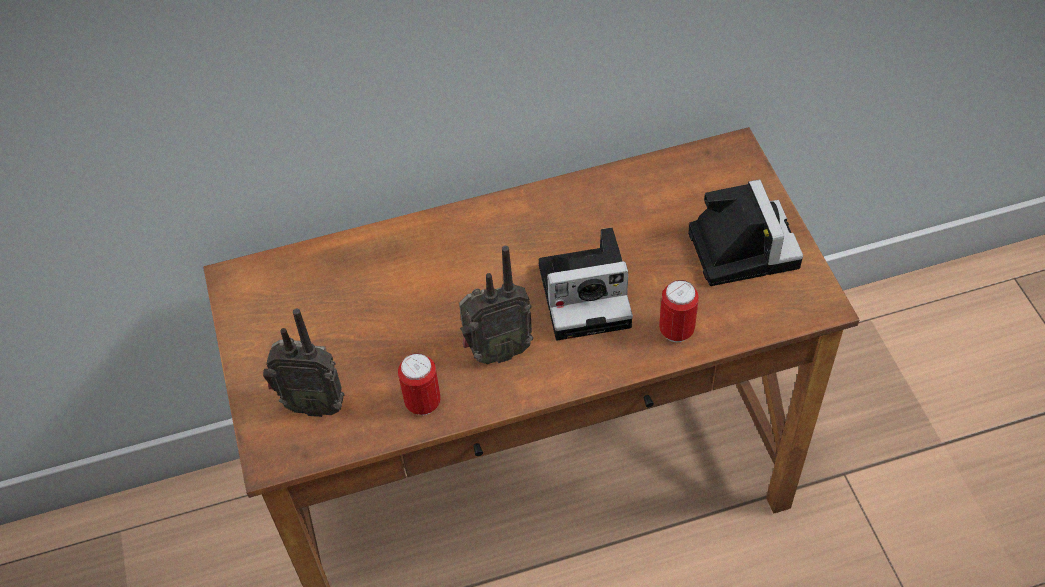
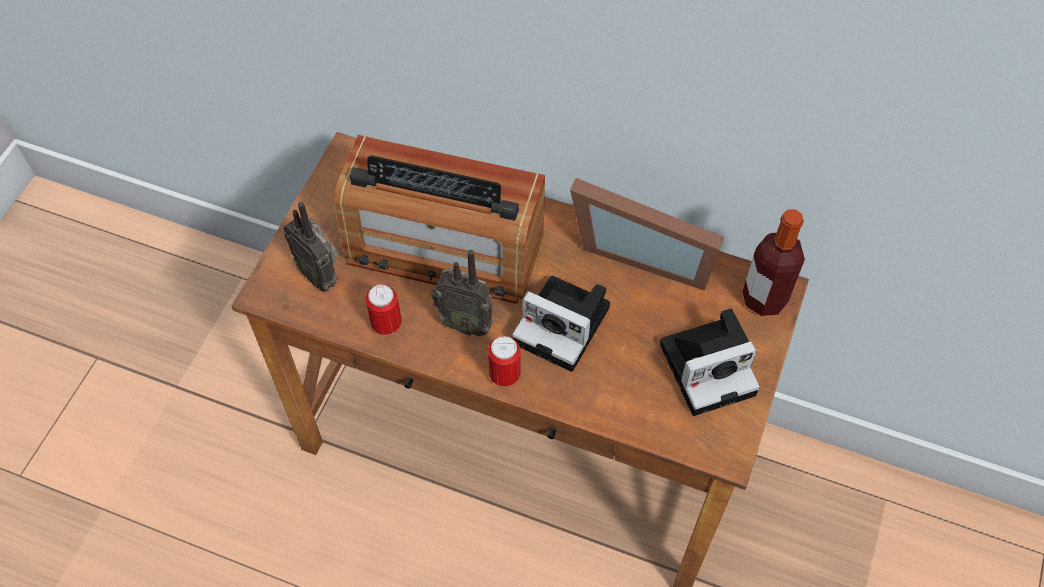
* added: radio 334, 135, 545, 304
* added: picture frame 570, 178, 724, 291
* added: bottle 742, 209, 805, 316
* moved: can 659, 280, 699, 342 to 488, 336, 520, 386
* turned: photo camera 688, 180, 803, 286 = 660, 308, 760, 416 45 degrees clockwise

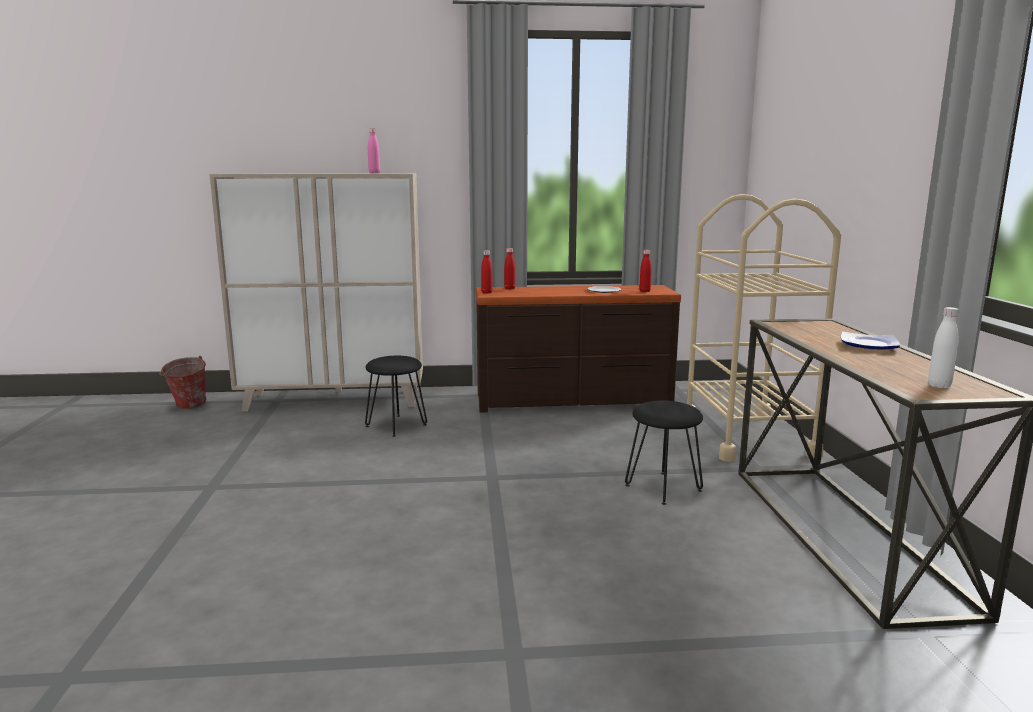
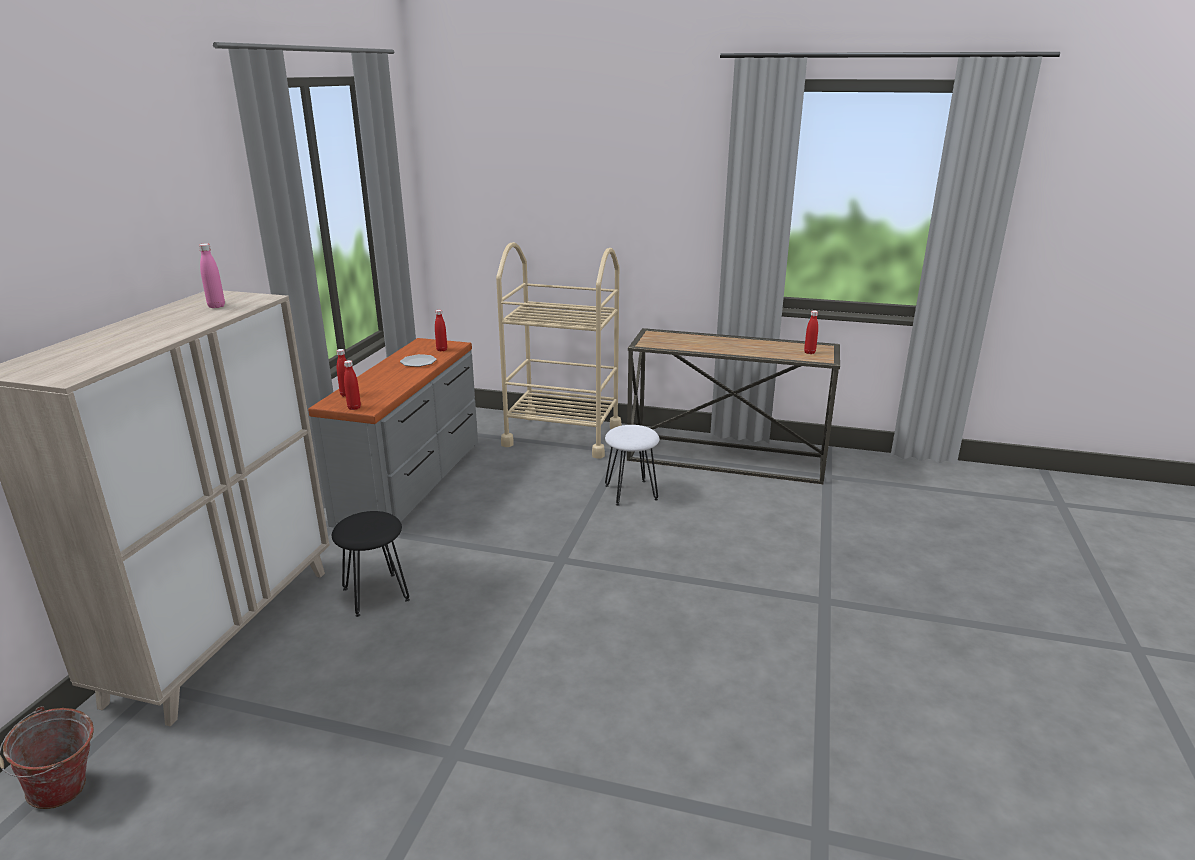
* removed: plate 841, 332, 900, 349
* recoloured: dresser/brown 476, 285, 681, 413 to dresser/grey 308, 338, 478, 528
* recoloured: stool/black 625, 400, 703, 505 to stool/white 605, 425, 659, 506
* recoloured: bottle/white 928, 307, 959, 388 to bottle/red 804, 311, 818, 354

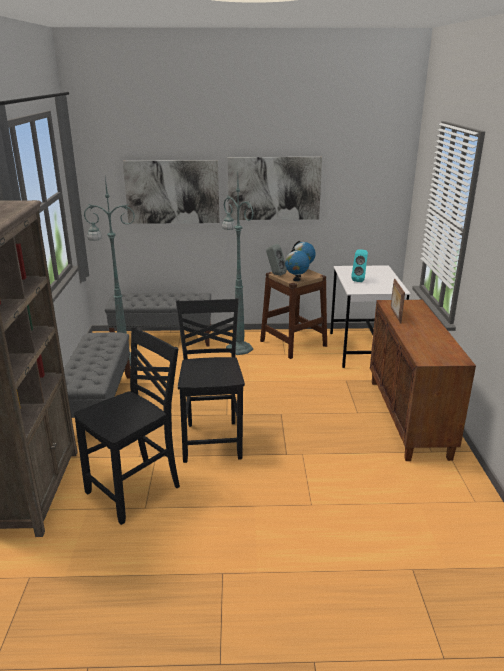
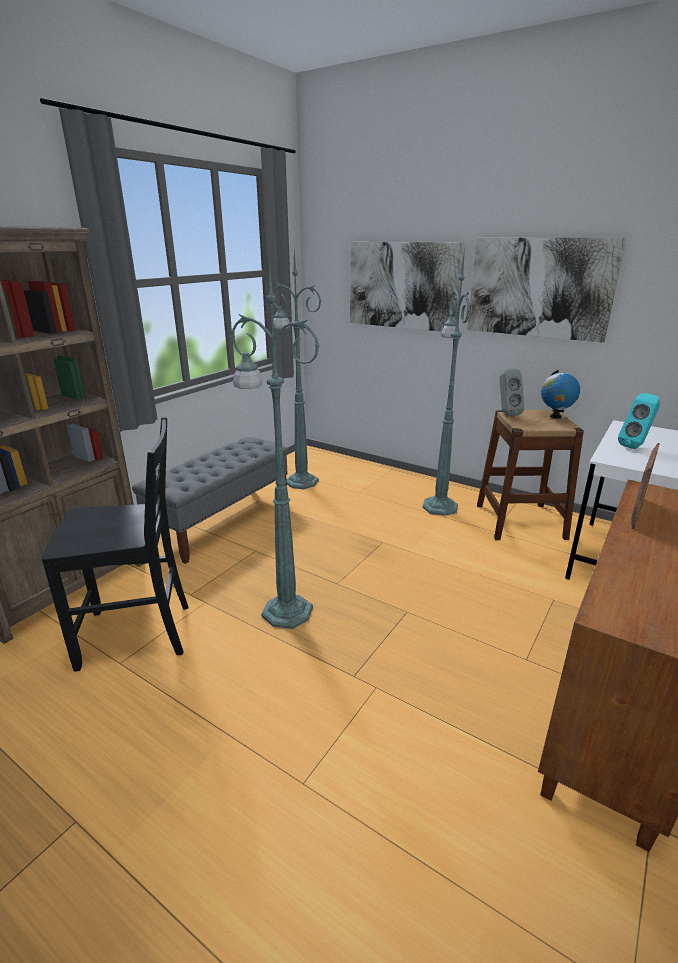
* removed: bench/grey 105, 292, 211, 347
* removed: globe 285, 249, 310, 281
* replaced: chair/black 176, 298, 245, 463 to floor lamp/green 231, 249, 320, 629

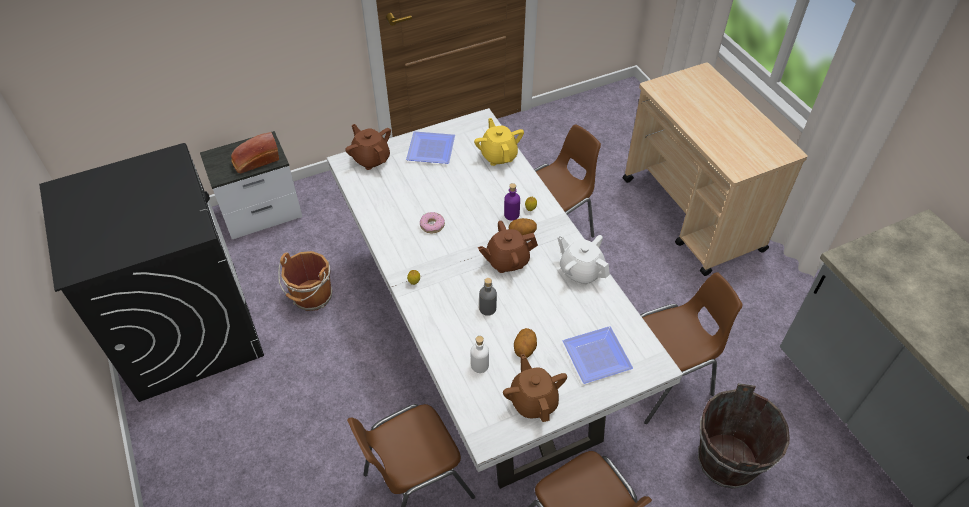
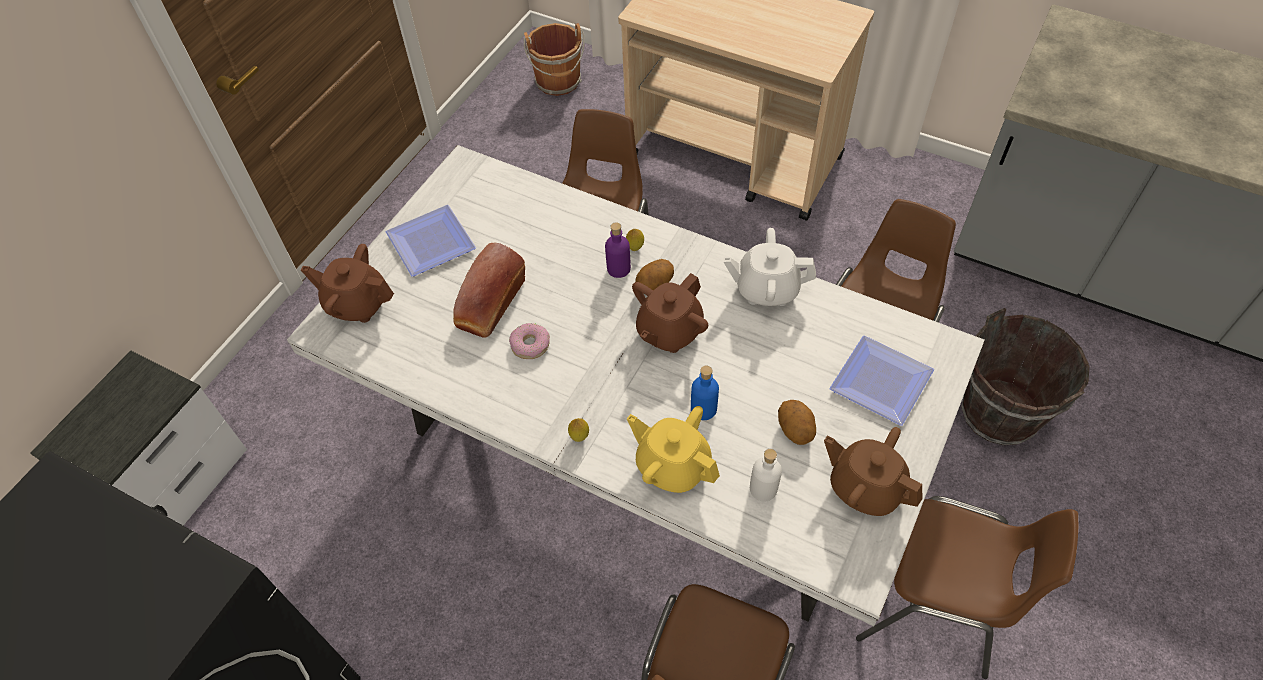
* moved: bread 231, 132, 279, 173 to 453, 243, 526, 338
* moved: bucket/brown 278, 251, 332, 311 to 524, 23, 585, 96
* moved: teapot/yellow 474, 118, 524, 166 to 627, 406, 720, 493
* recoloured: bottle/grey 479, 278, 497, 316 to bottle/blue 691, 366, 719, 420

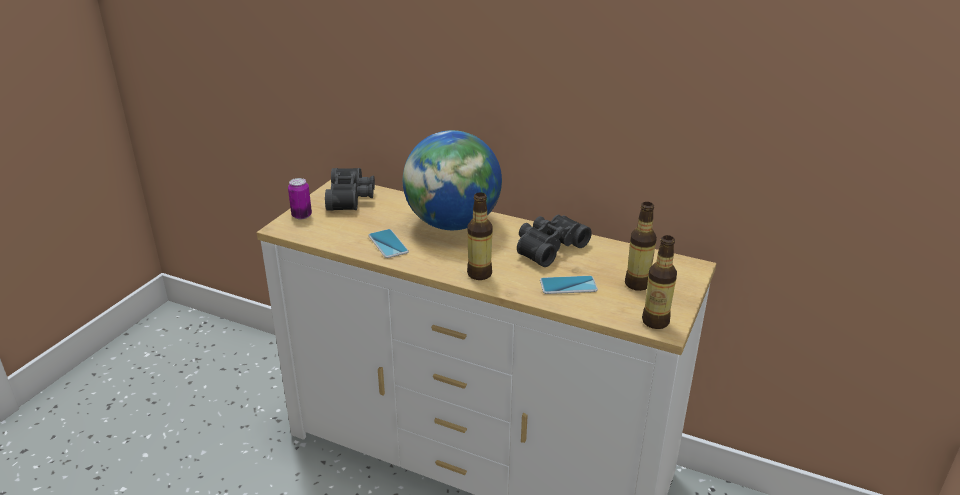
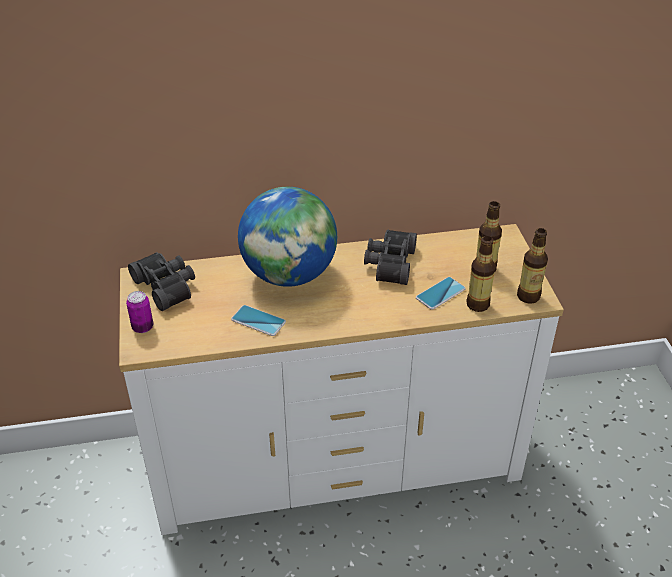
* moved: bottle 467, 192, 493, 280 to 466, 236, 496, 312

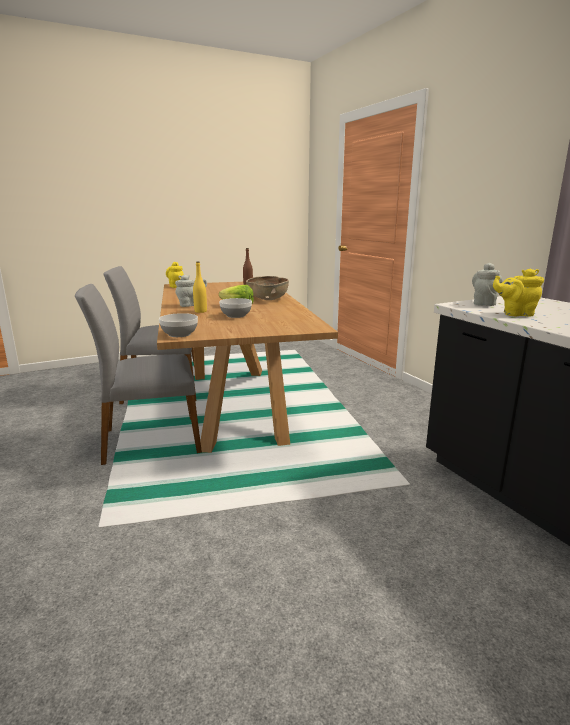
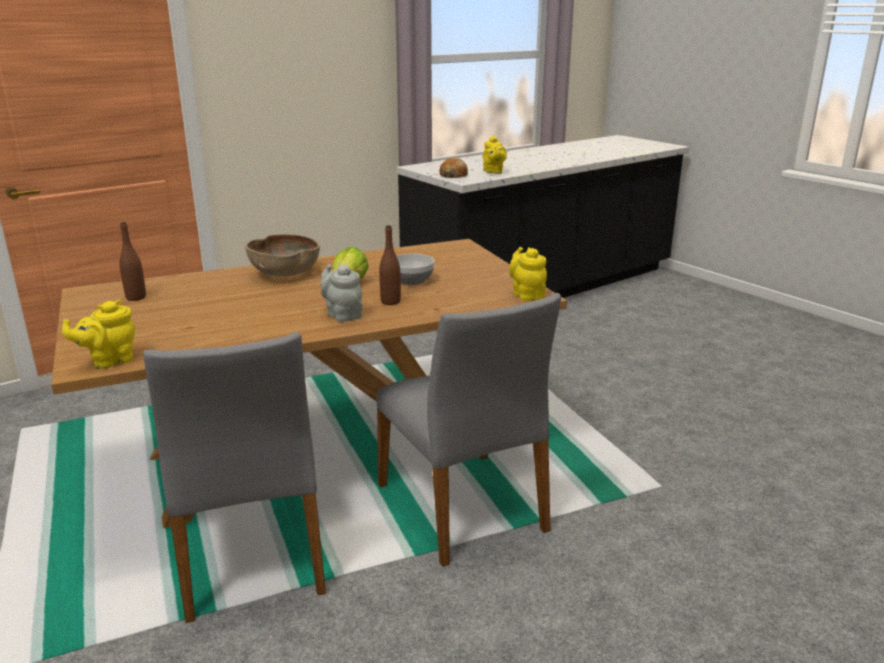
* replaced: bowl 159, 313, 198, 337 to teapot/yellow 509, 247, 547, 301
* replaced: teapot/grey 472, 263, 503, 306 to bread 439, 157, 468, 178
* recoloured: bottle/yellow 193, 261, 207, 313 to bottle/brown 379, 225, 401, 305

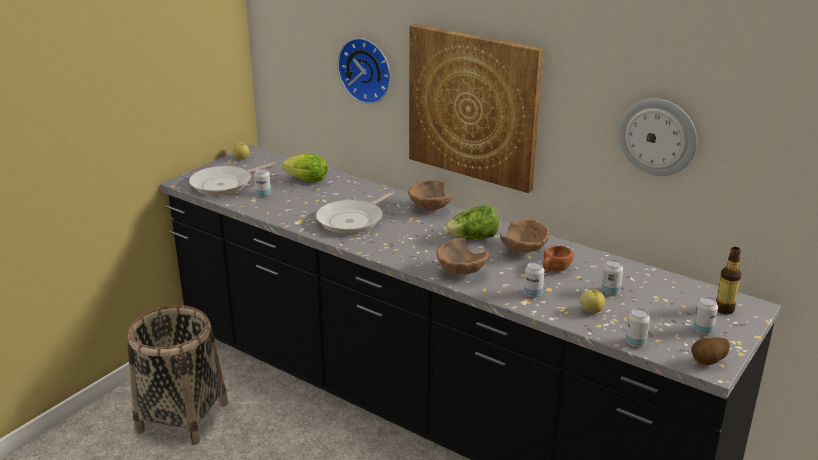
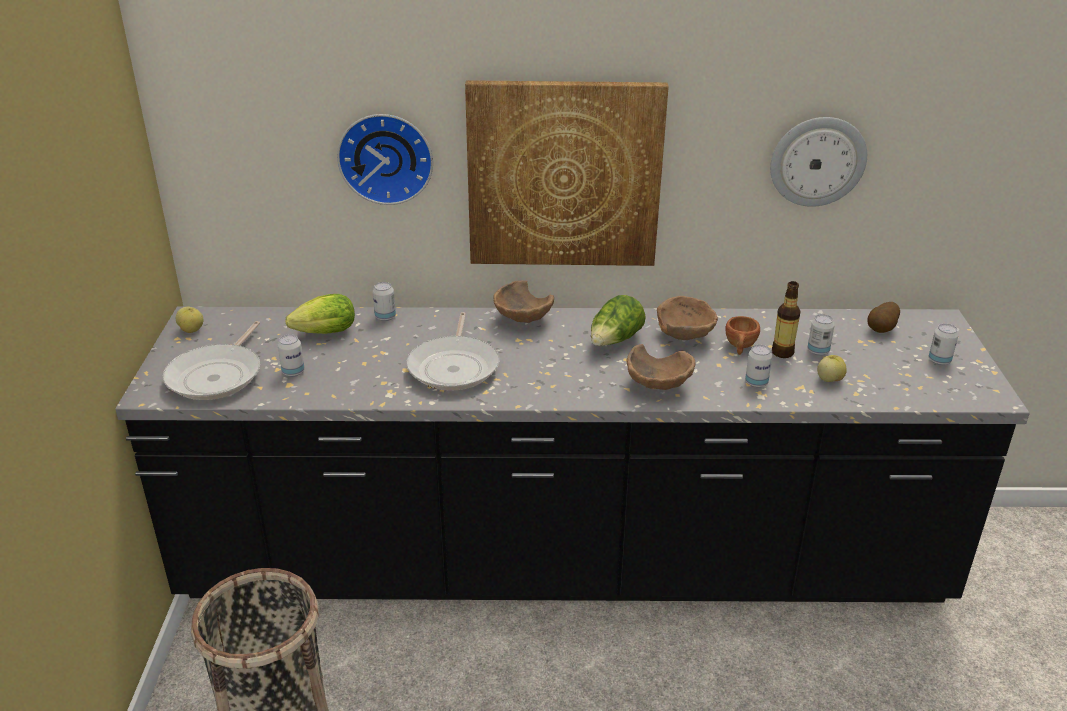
* moved: can 626, 308, 650, 347 to 373, 282, 396, 321
* moved: potato 691, 338, 730, 365 to 867, 302, 900, 333
* moved: bottle 716, 247, 742, 314 to 772, 281, 800, 358

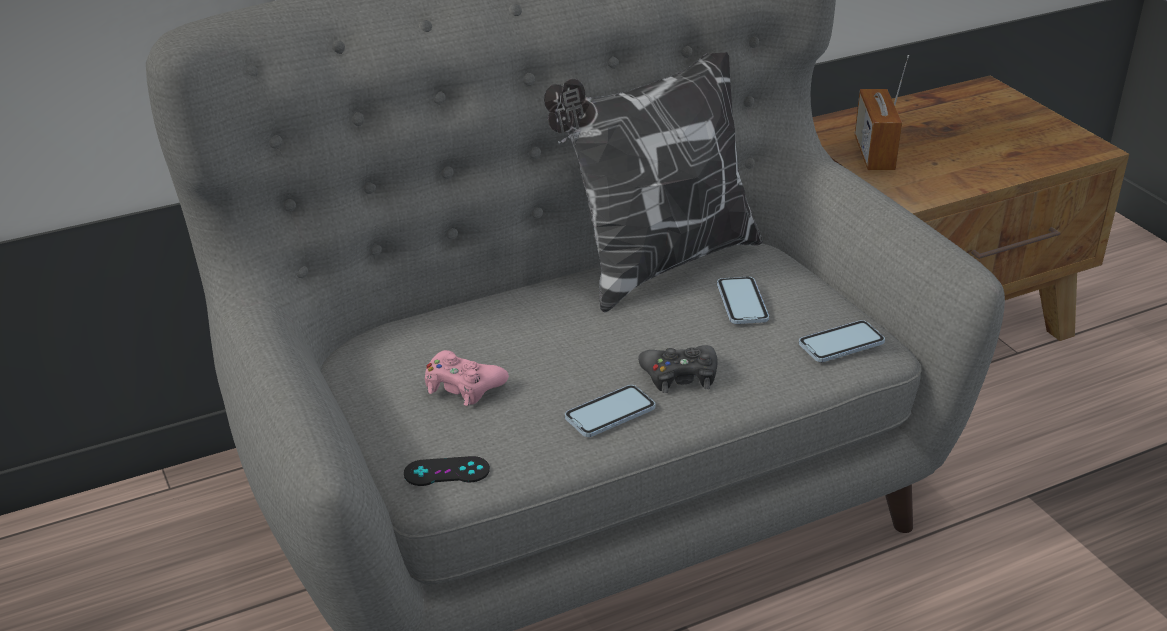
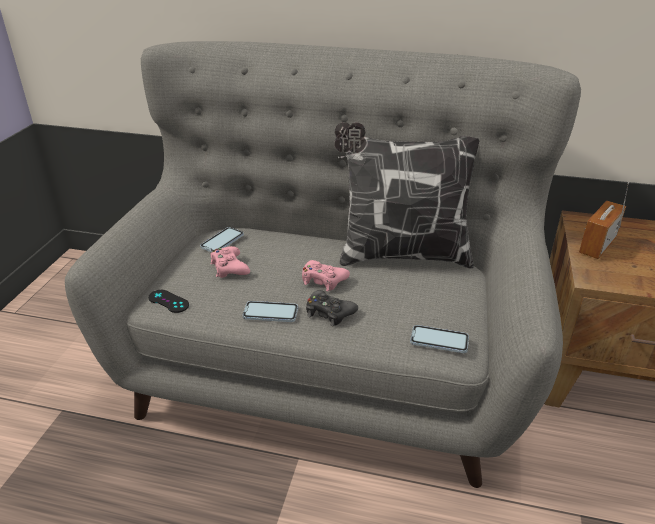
* added: game controller/pink 302, 260, 350, 291
* moved: phone 717, 277, 769, 324 to 200, 227, 244, 253

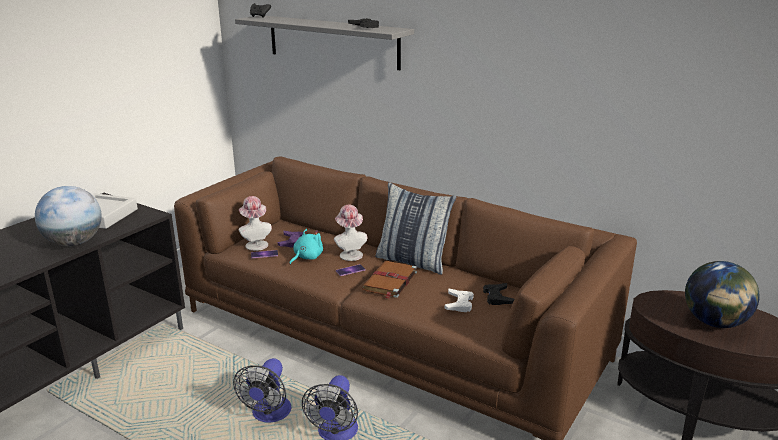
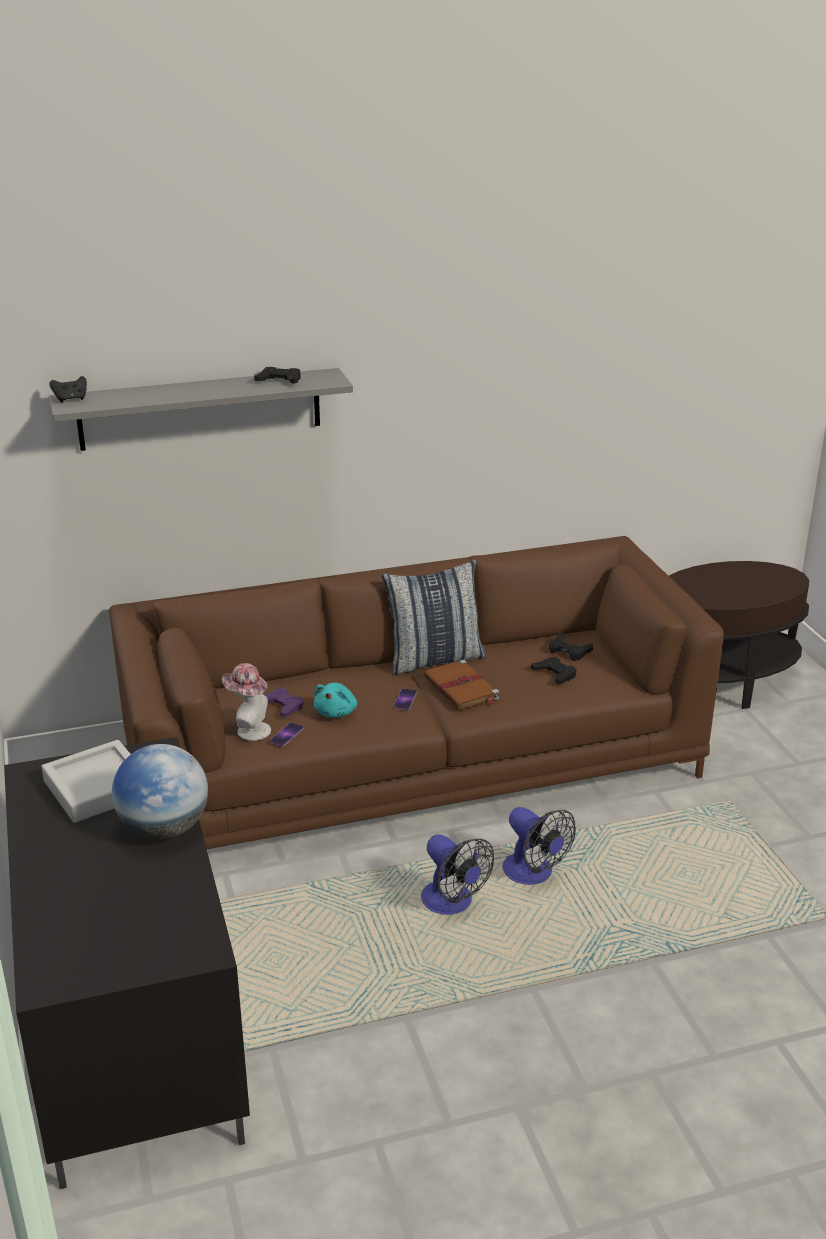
* removed: hat 334, 205, 367, 261
* removed: globe 685, 261, 760, 328
* recoloured: game controller/white 445, 289, 474, 312 to game controller/black 531, 656, 577, 684
* turned: plush toy/turquoise 289, 229, 323, 264 = 314, 683, 357, 718 150 degrees counterclockwise

